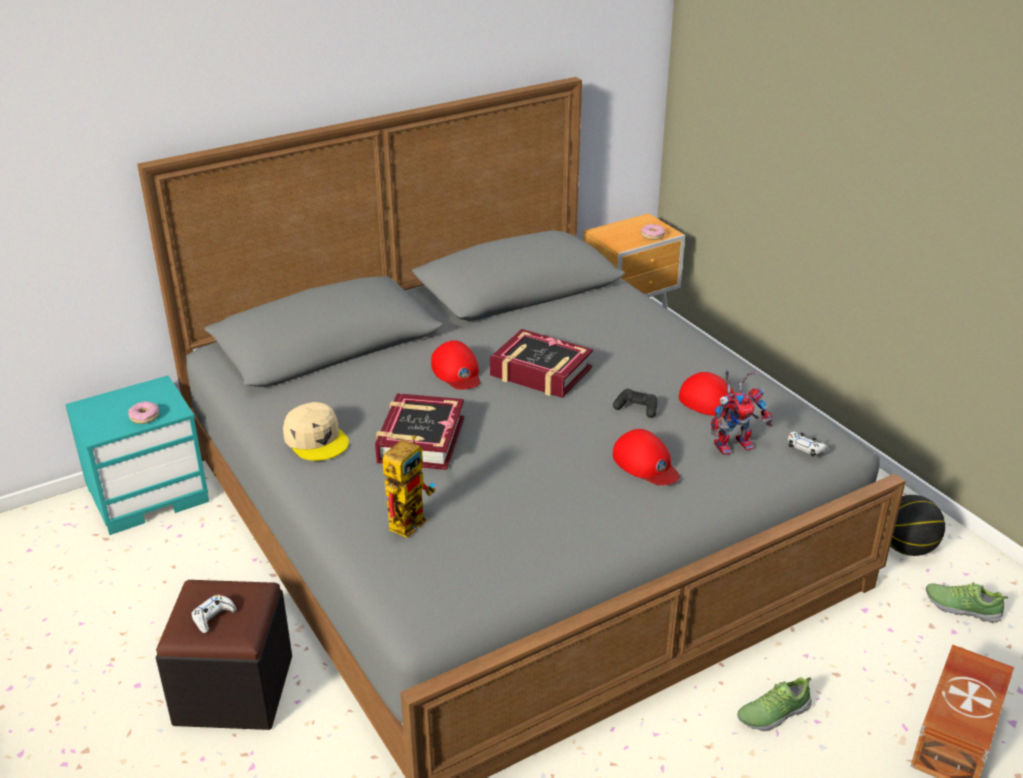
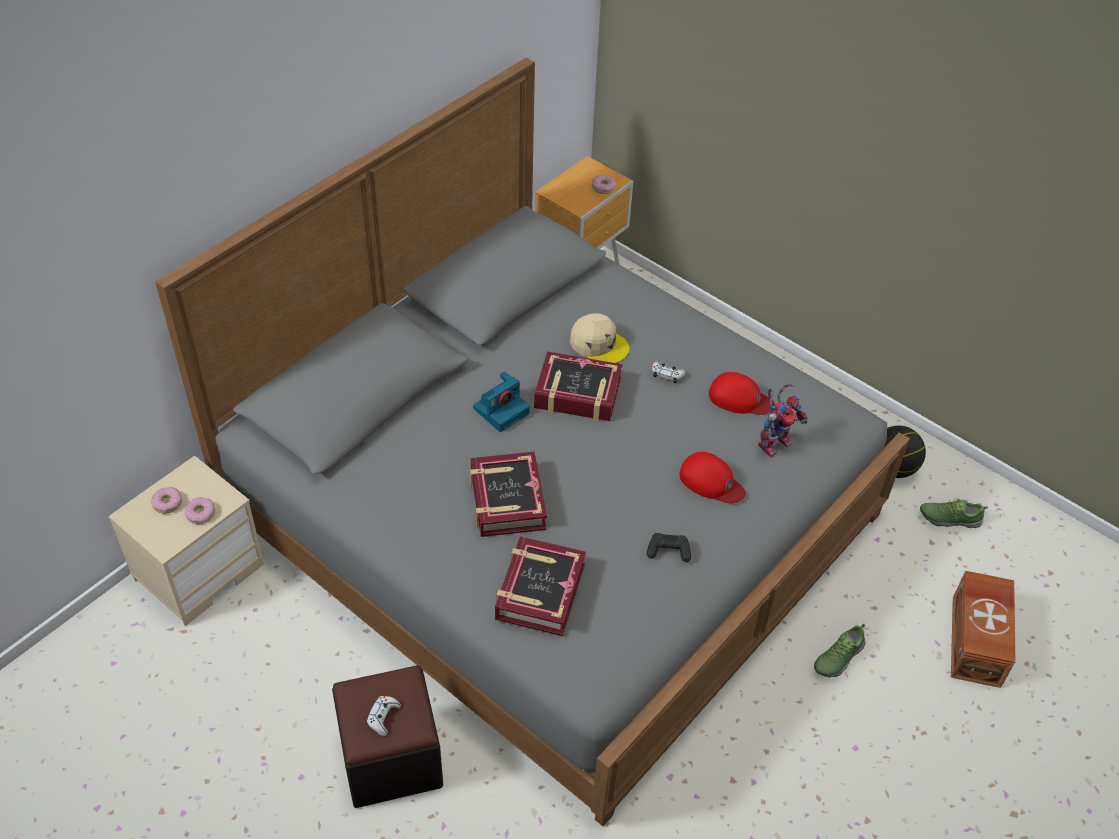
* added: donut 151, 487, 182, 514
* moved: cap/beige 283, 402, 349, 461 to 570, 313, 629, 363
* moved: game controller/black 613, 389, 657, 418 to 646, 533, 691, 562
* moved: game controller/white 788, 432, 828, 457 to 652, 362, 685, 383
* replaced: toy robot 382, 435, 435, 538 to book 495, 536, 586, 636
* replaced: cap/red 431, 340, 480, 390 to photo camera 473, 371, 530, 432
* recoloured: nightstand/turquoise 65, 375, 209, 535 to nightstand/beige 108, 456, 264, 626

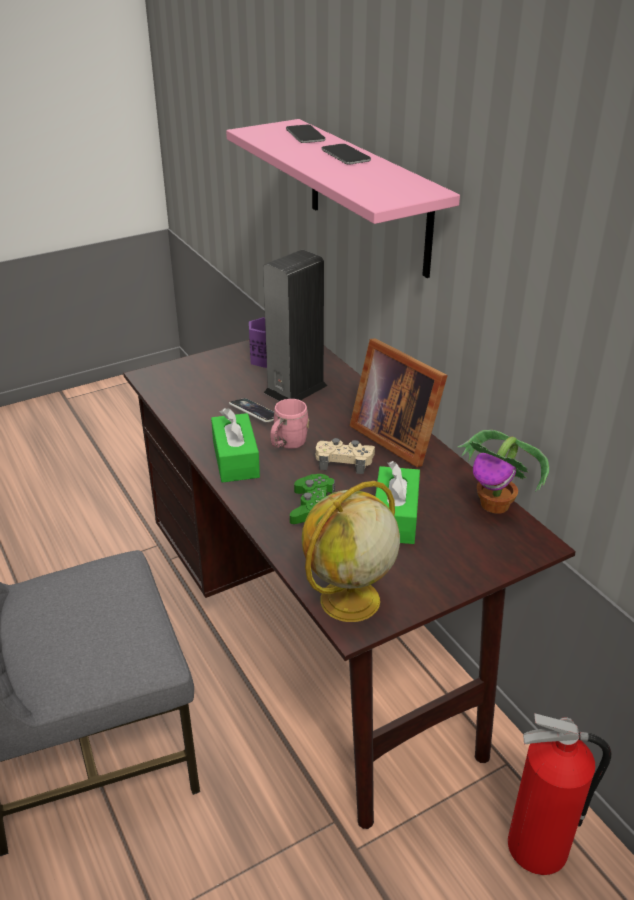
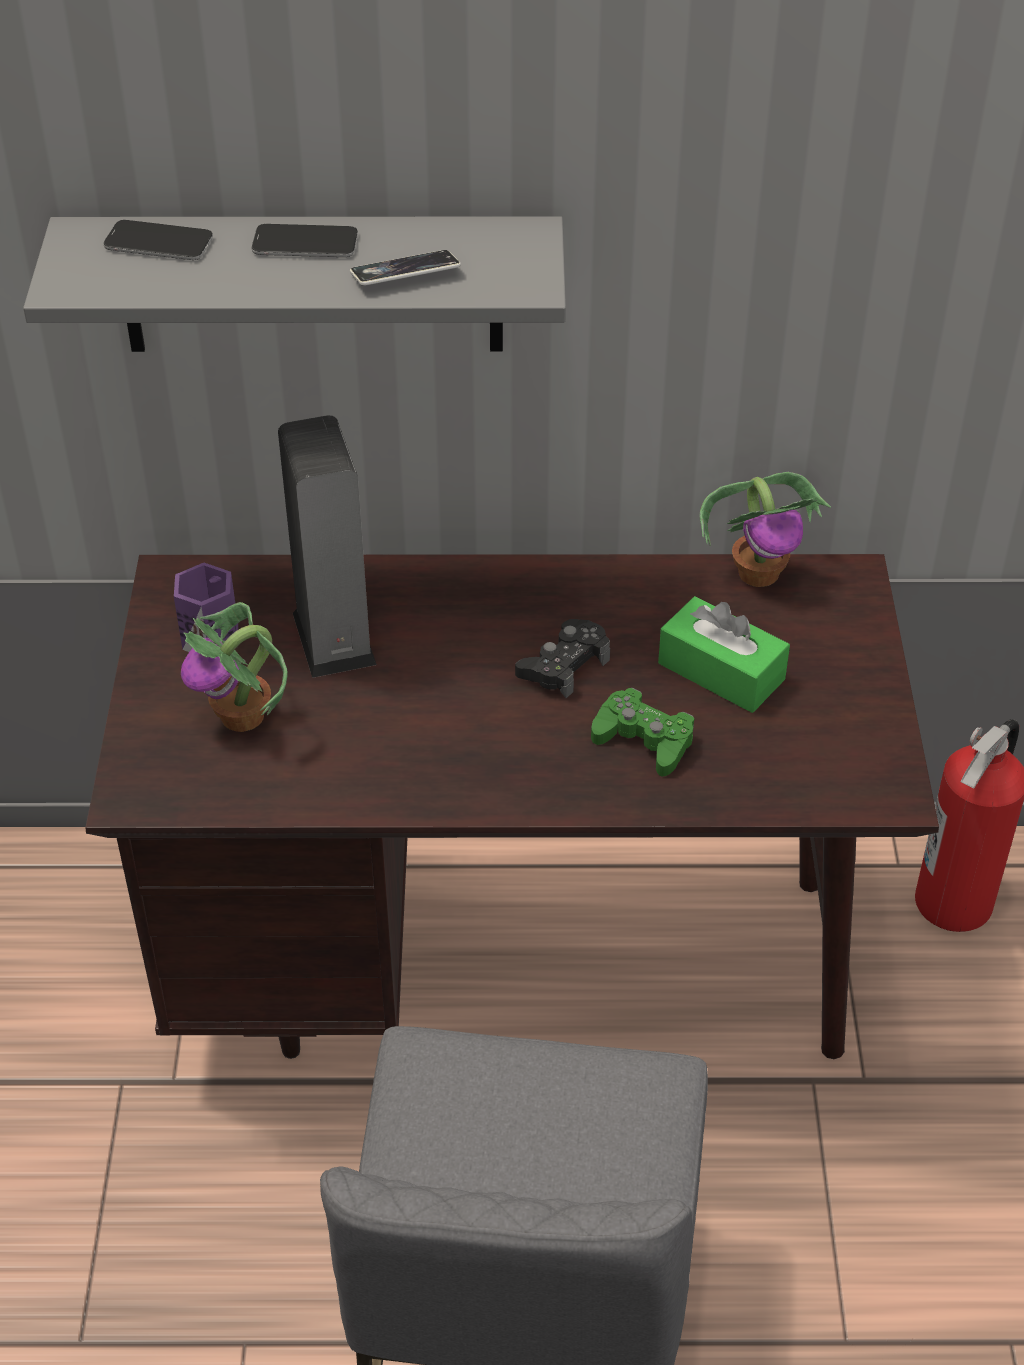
* removed: tissue box/green 211, 408, 260, 483
* removed: mug/pink 271, 399, 309, 449
* removed: globe 302, 481, 400, 622
* removed: picture frame 349, 338, 448, 467
* added: potted plant 181, 602, 288, 732
* moved: phone 229, 398, 274, 422 to 350, 250, 461, 286
* recoloured: shelf/pink 226, 119, 460, 278 to shelf/grey 23, 217, 566, 352
* recoloured: game controller/beige 315, 438, 375, 474 to game controller/black 515, 619, 610, 698

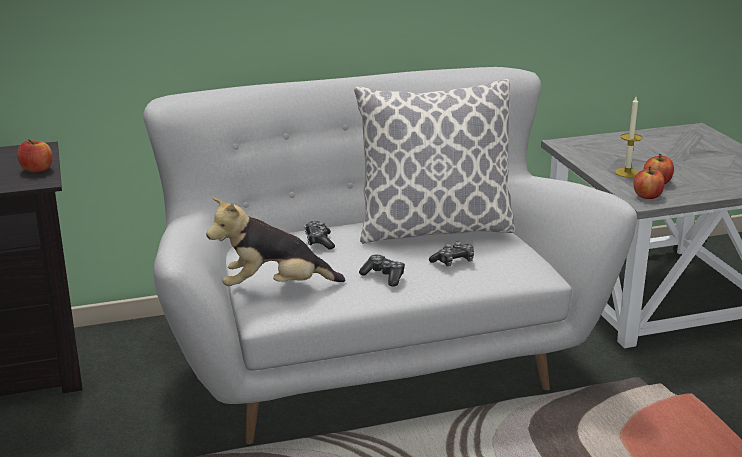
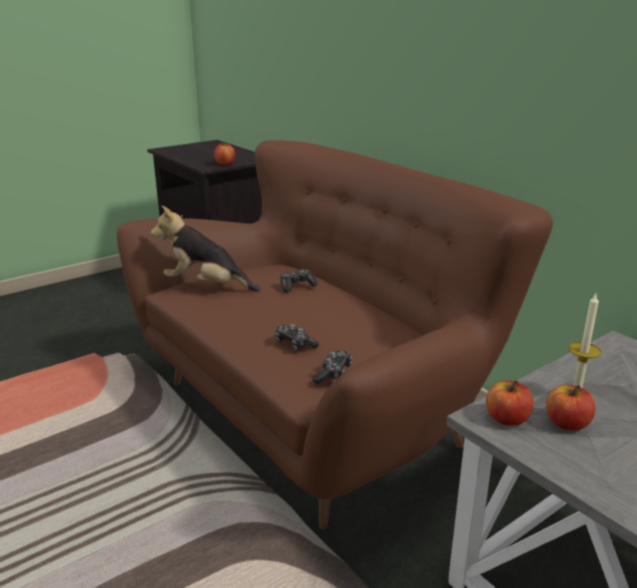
* removed: pillow 354, 79, 515, 244
* moved: game controller 359, 254, 405, 287 to 312, 350, 352, 384
* recoloured: sofa/white 143, 67, 637, 444 to sofa/brown 117, 140, 553, 529
* turned: plush toy 206, 198, 345, 286 = 151, 205, 261, 292 45 degrees counterclockwise

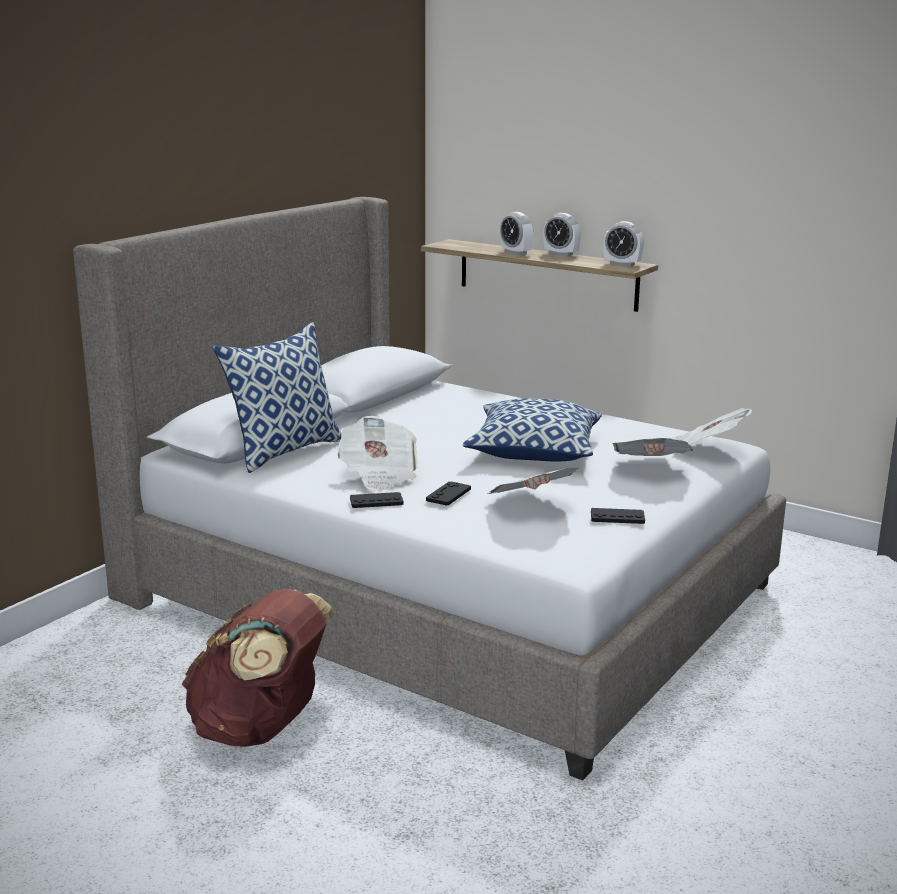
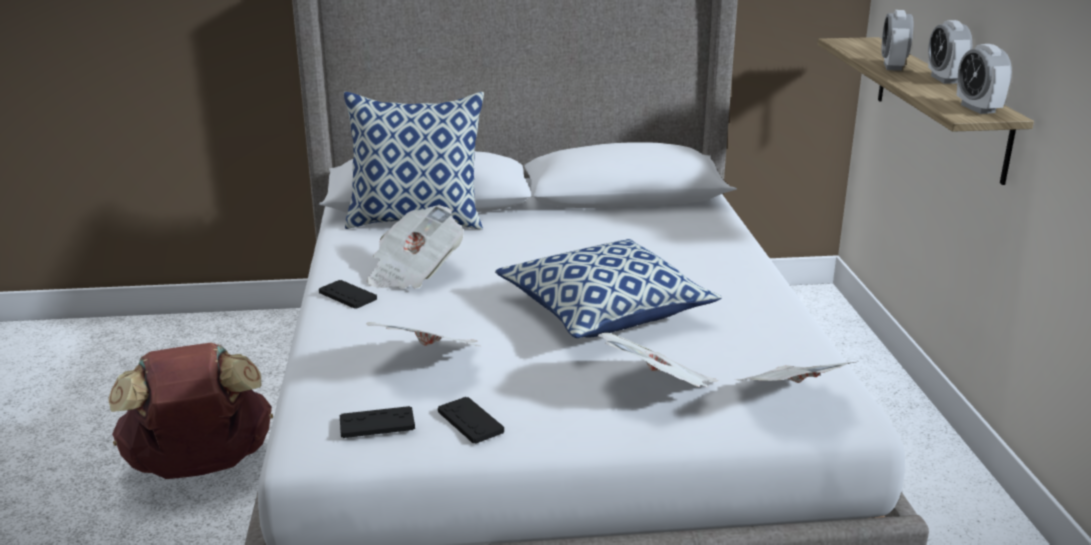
* moved: game controller/black 426, 481, 471, 506 to 340, 406, 415, 438

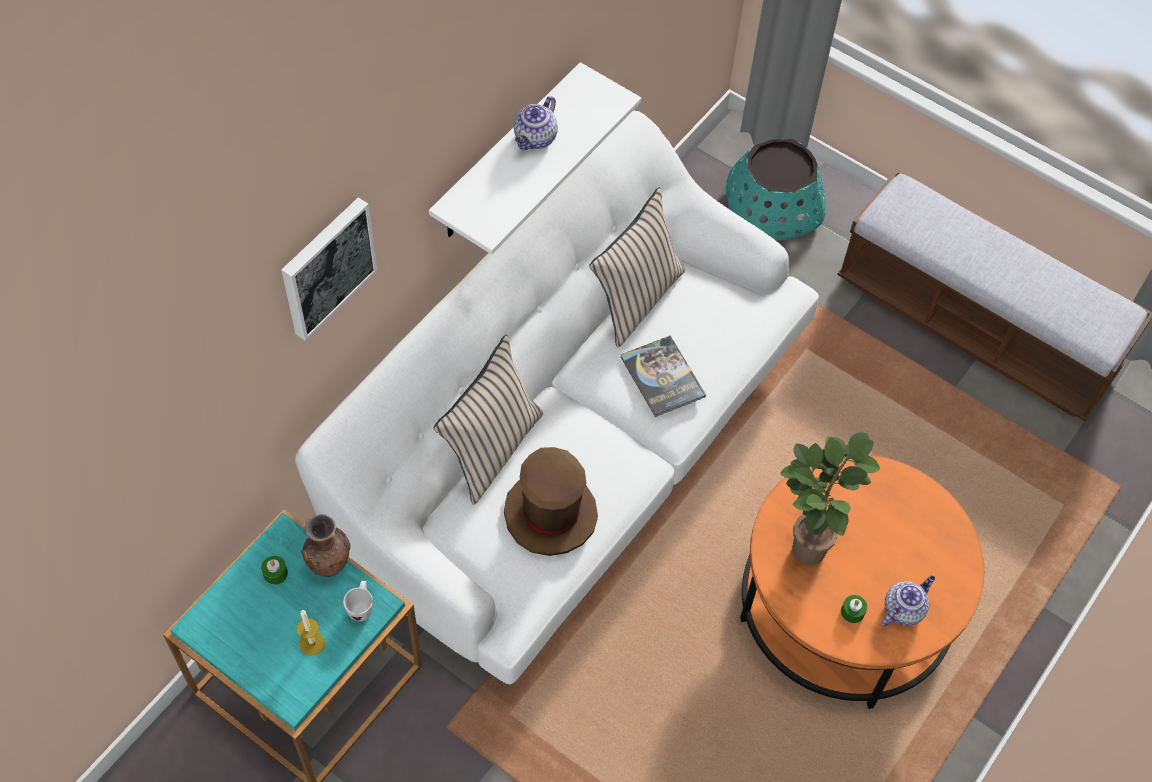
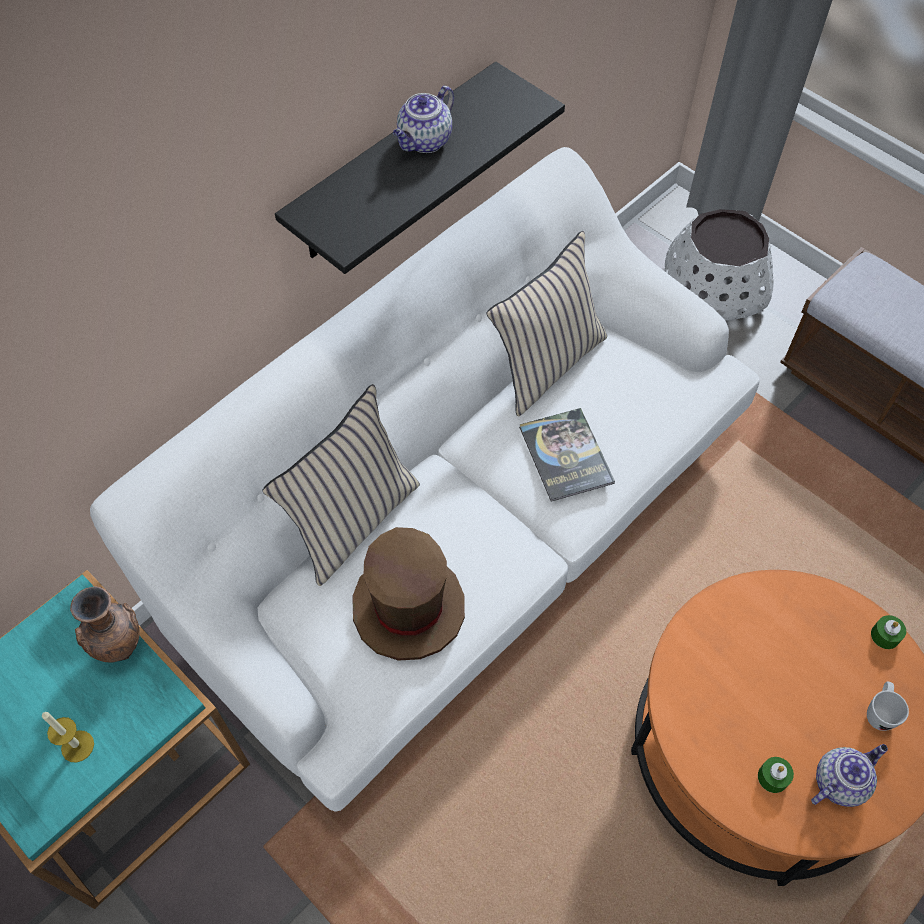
* removed: picture 281, 197, 377, 341
* removed: potted plant 780, 432, 880, 565
* moved: candle/green 261, 556, 288, 585 to 871, 615, 906, 649
* moved: mug/white 343, 581, 373, 621 to 867, 682, 909, 731
* recoloured: shelf/white 429, 62, 641, 255 to shelf/black 275, 62, 565, 274
* recoloured: planter/turquoise 726, 139, 826, 240 to planter/white 665, 209, 773, 321

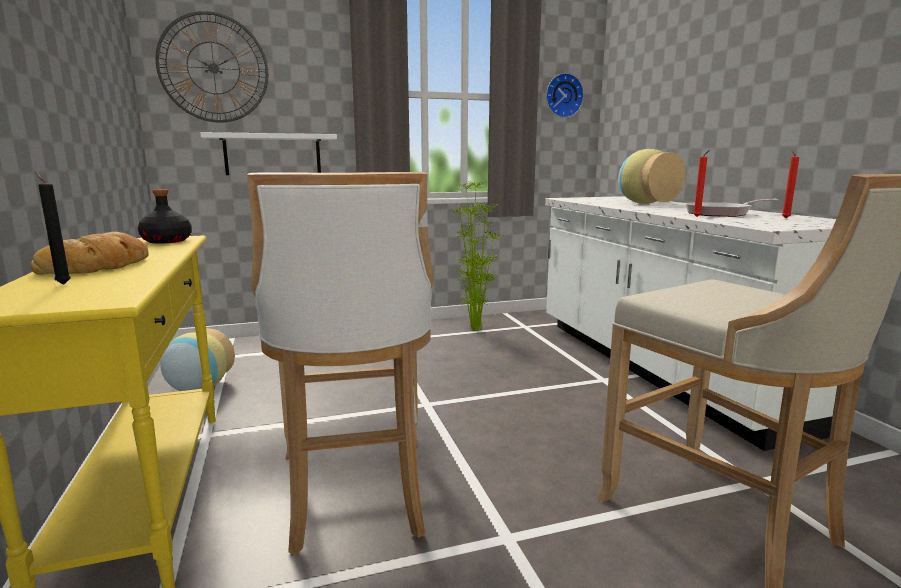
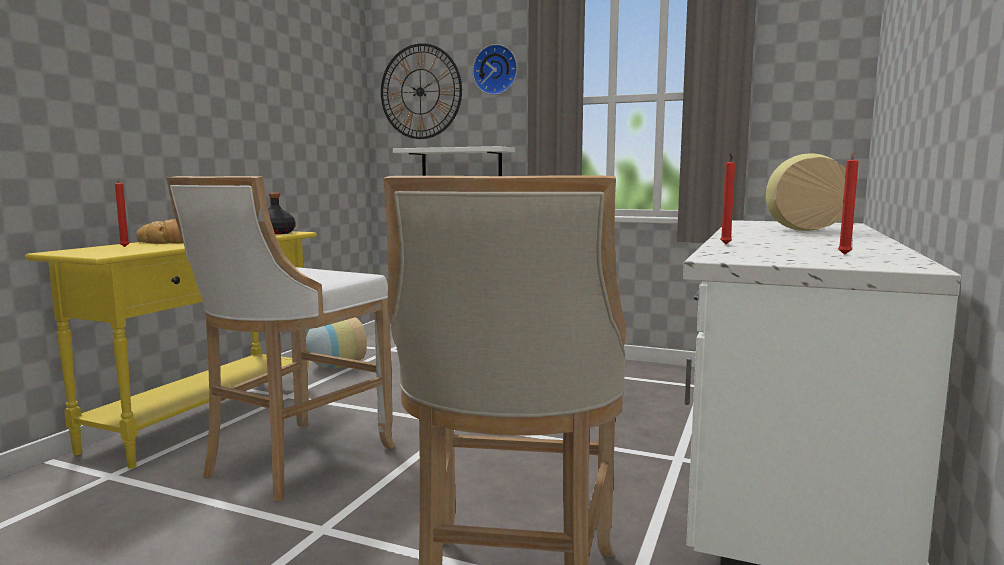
* removed: potted plant 450, 181, 502, 331
* removed: frying pan 685, 199, 779, 217
* moved: wall clock 546, 73, 584, 118 to 472, 44, 518, 95
* recoloured: candle/black 36, 172, 71, 284 to candle/red 115, 176, 129, 247

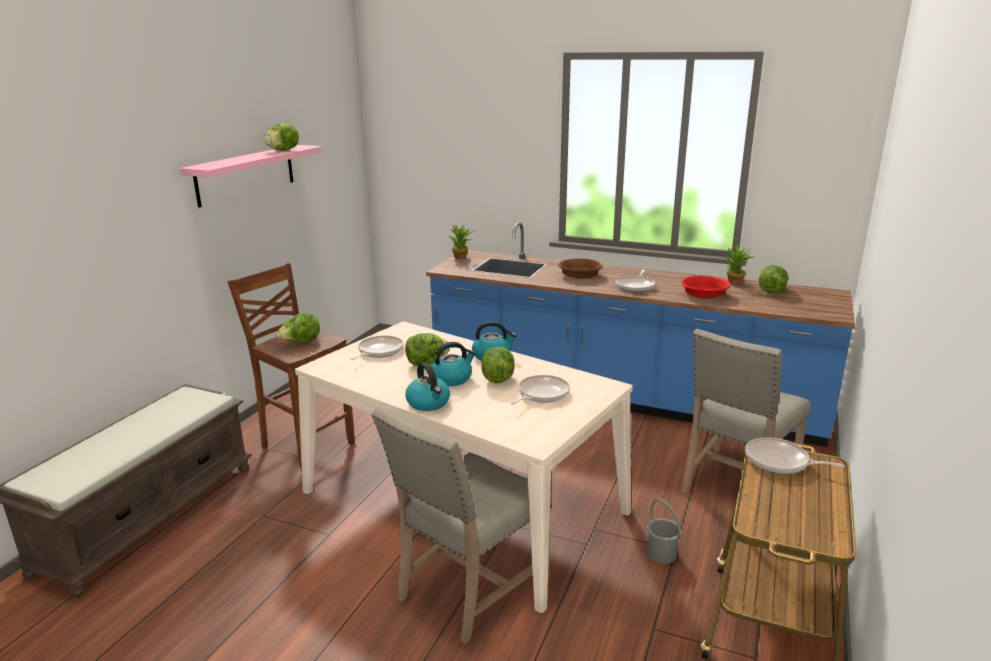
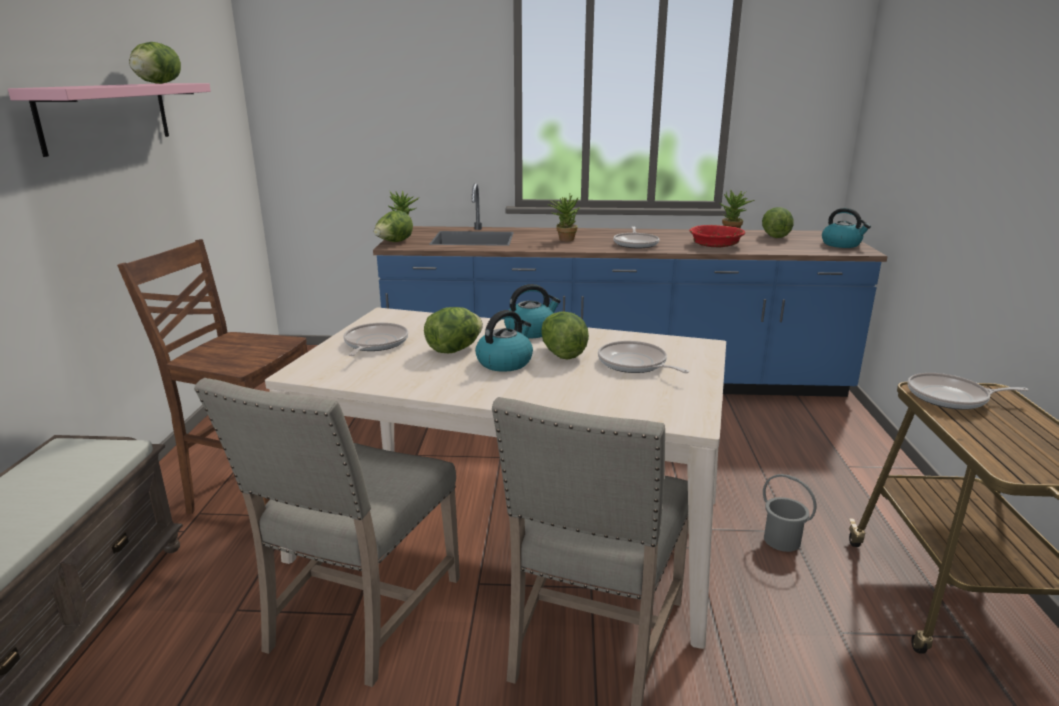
* moved: lettuce 276, 313, 320, 342 to 374, 210, 413, 242
* moved: kettle 405, 363, 450, 411 to 822, 208, 871, 248
* moved: chair/beige 682, 329, 811, 518 to 194, 378, 460, 687
* replaced: bowl/brown 558, 258, 603, 279 to potted plant 547, 195, 580, 241
* turned: frying pan 510, 375, 570, 405 = 598, 341, 689, 373 60 degrees counterclockwise

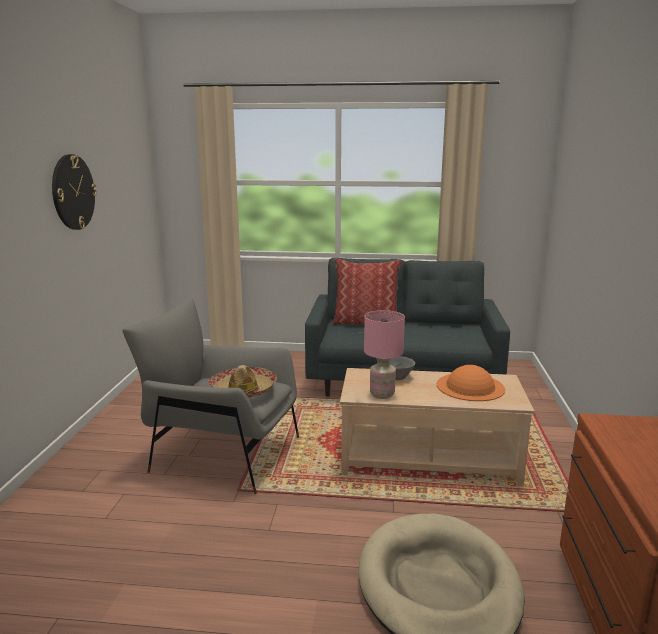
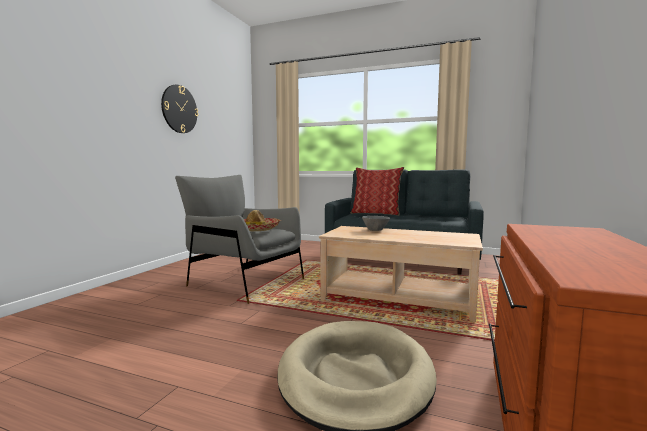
* removed: table lamp/pink 364, 310, 405, 399
* removed: hat/orange 437, 365, 505, 401

